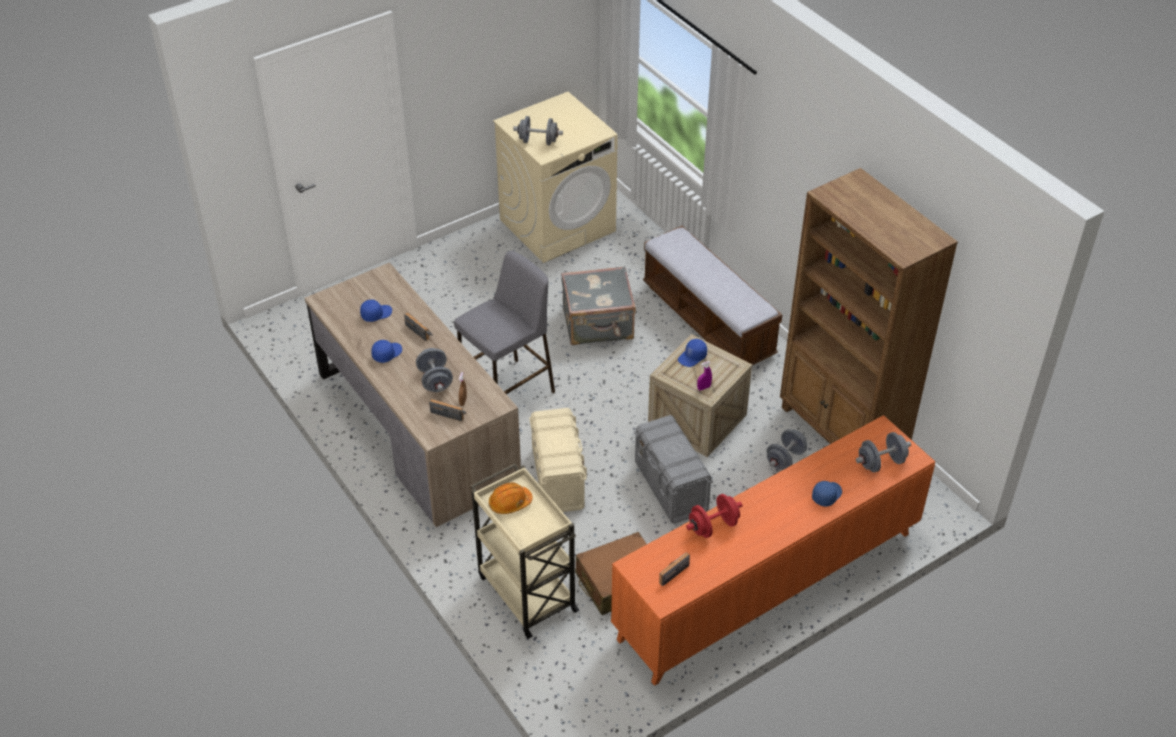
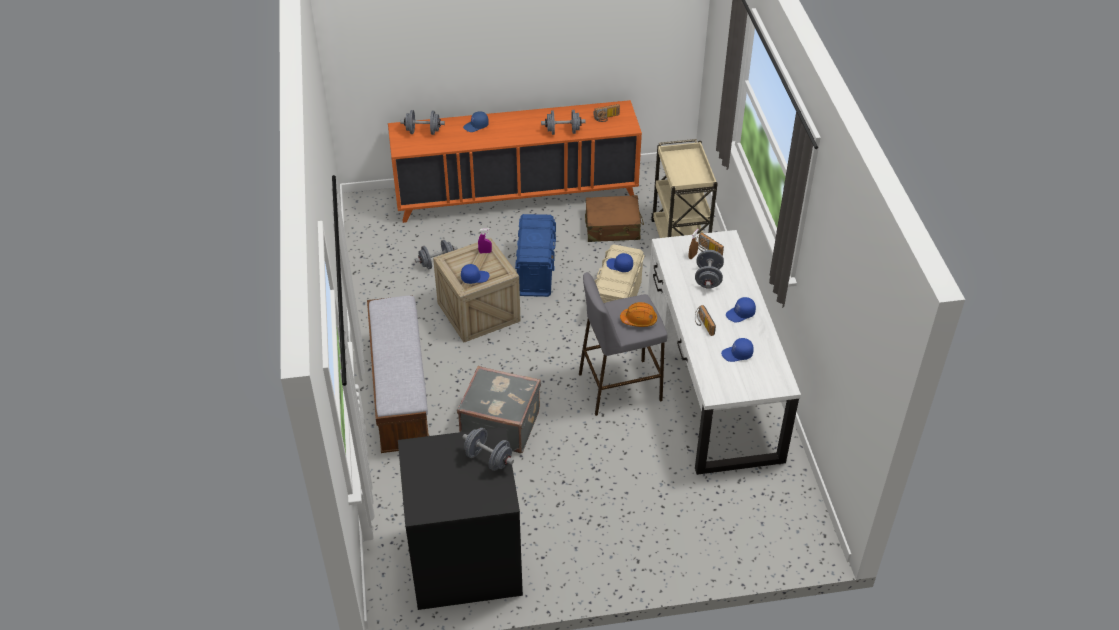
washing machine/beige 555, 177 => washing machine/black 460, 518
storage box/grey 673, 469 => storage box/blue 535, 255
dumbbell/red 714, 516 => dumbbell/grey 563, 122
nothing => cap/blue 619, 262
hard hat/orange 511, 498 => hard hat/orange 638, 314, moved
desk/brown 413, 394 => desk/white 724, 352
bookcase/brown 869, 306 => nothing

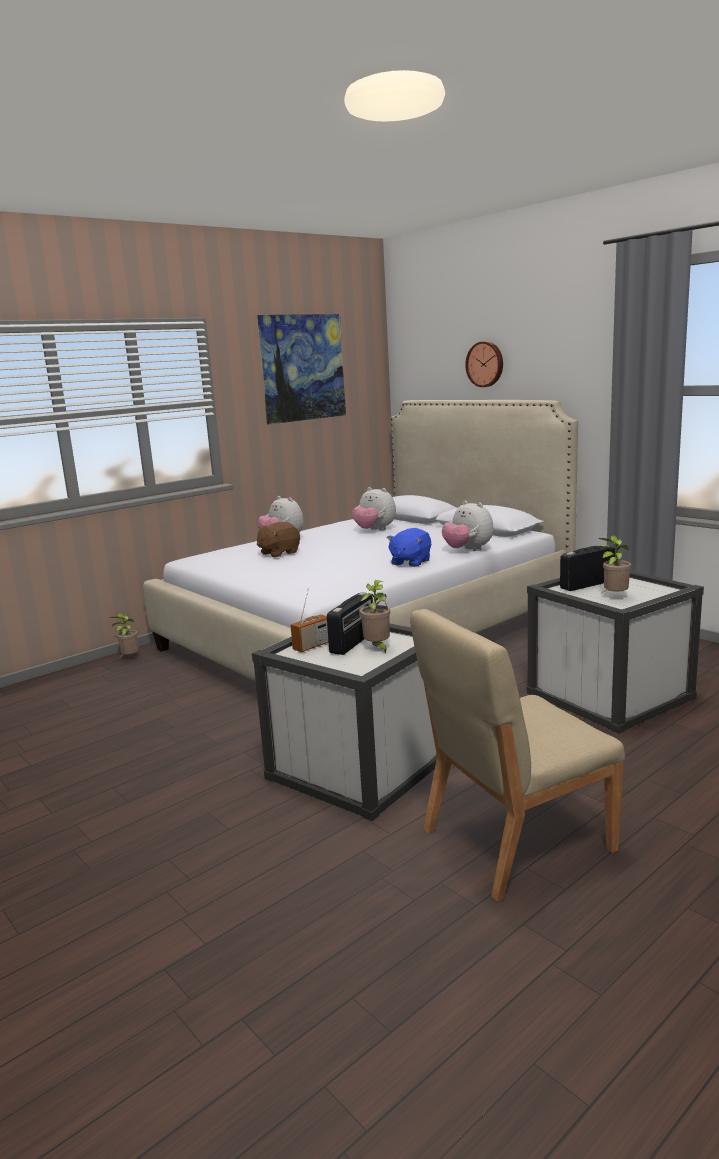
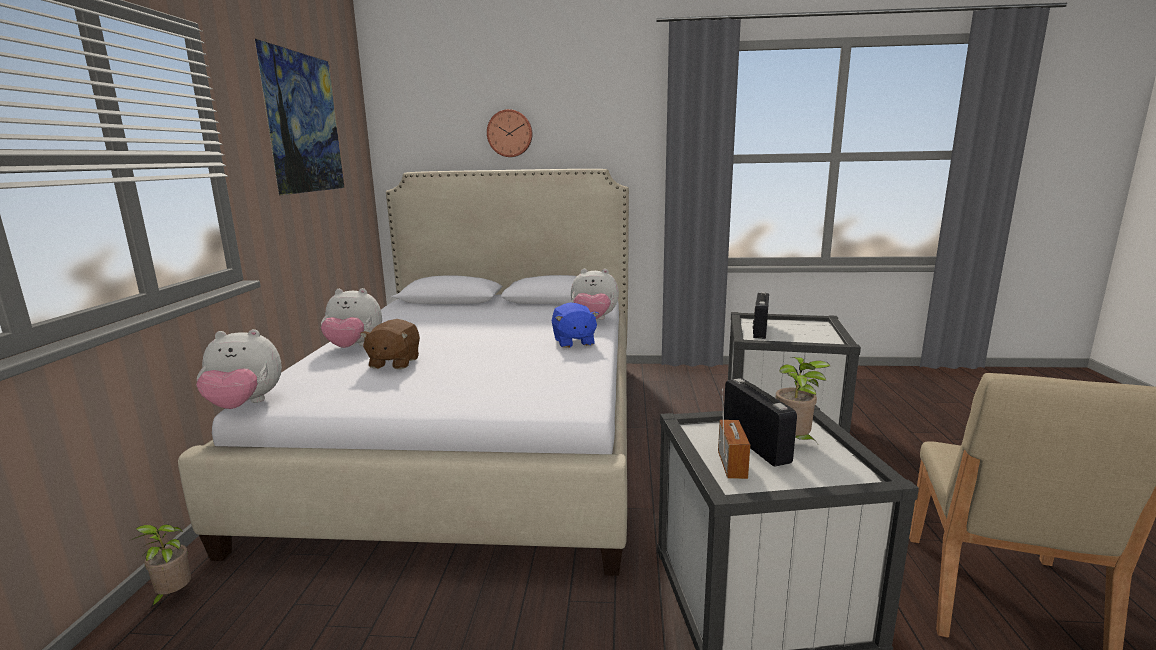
plush toy 374, 508 => plush toy 239, 369, moved
potted plant 615, 564 => nothing

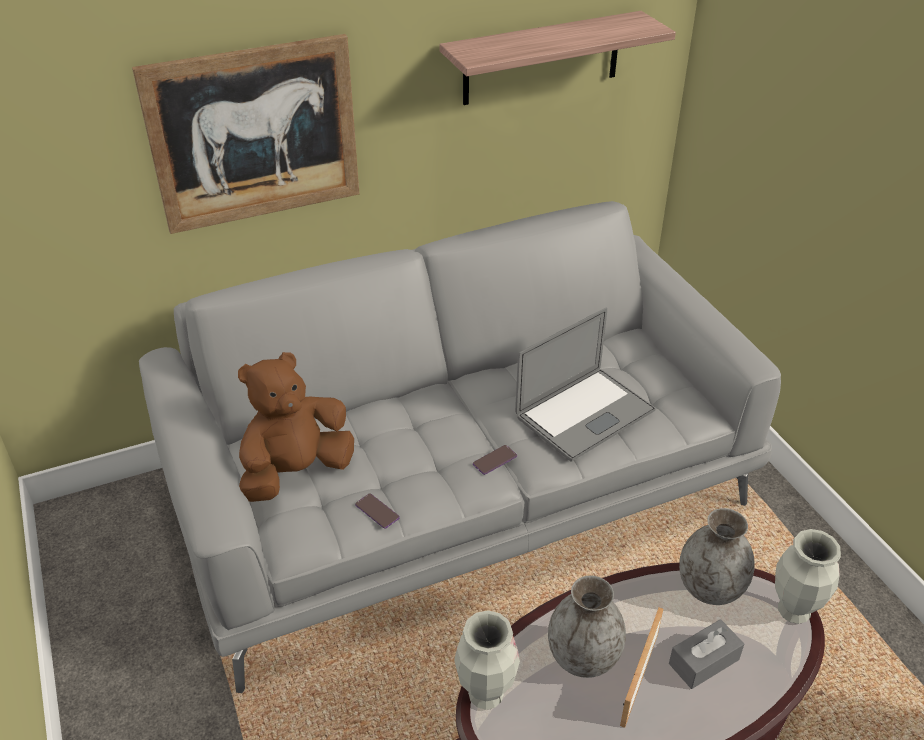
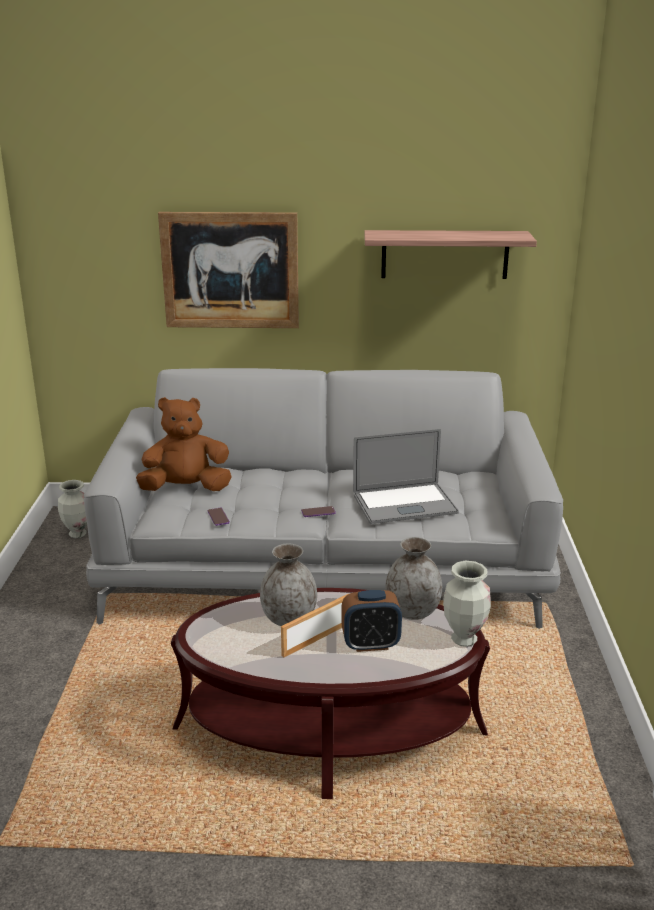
vase 487, 660 => vase 72, 509, moved
tissue box/grey 706, 654 => alarm clock 371, 621

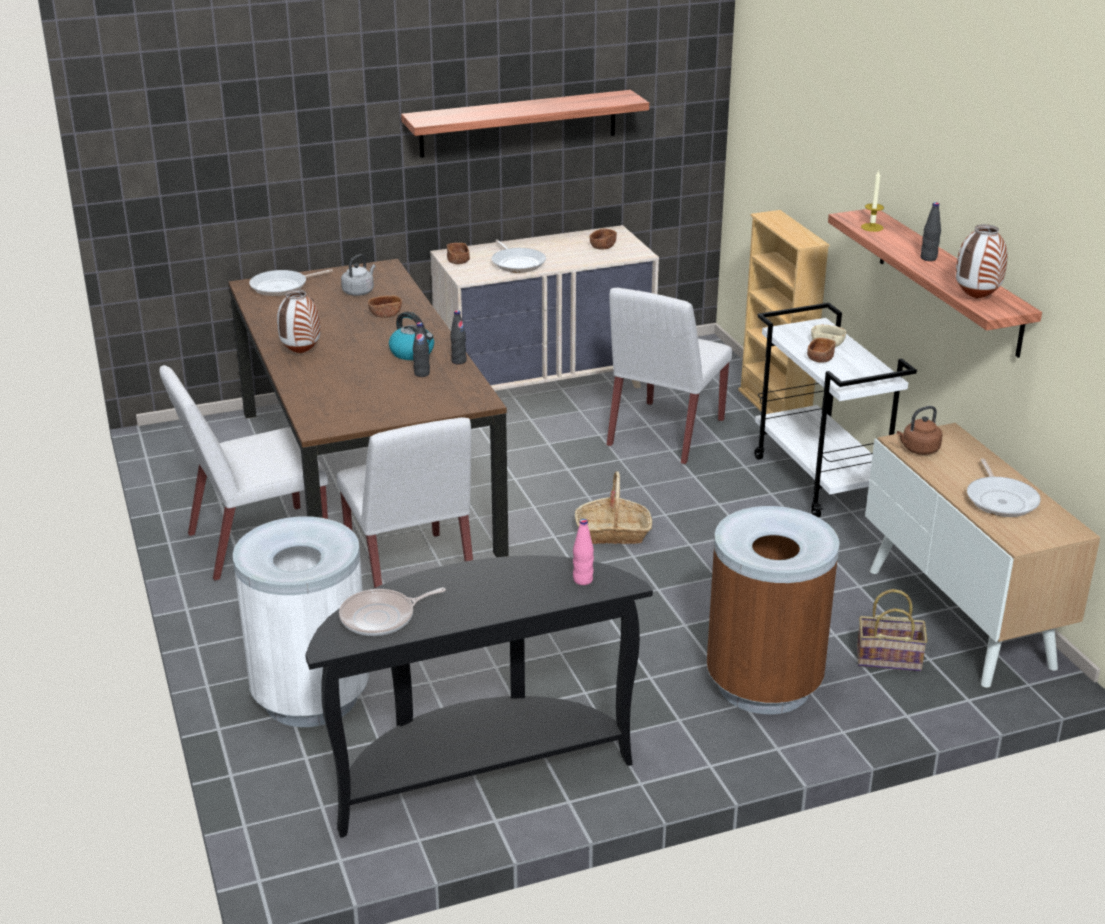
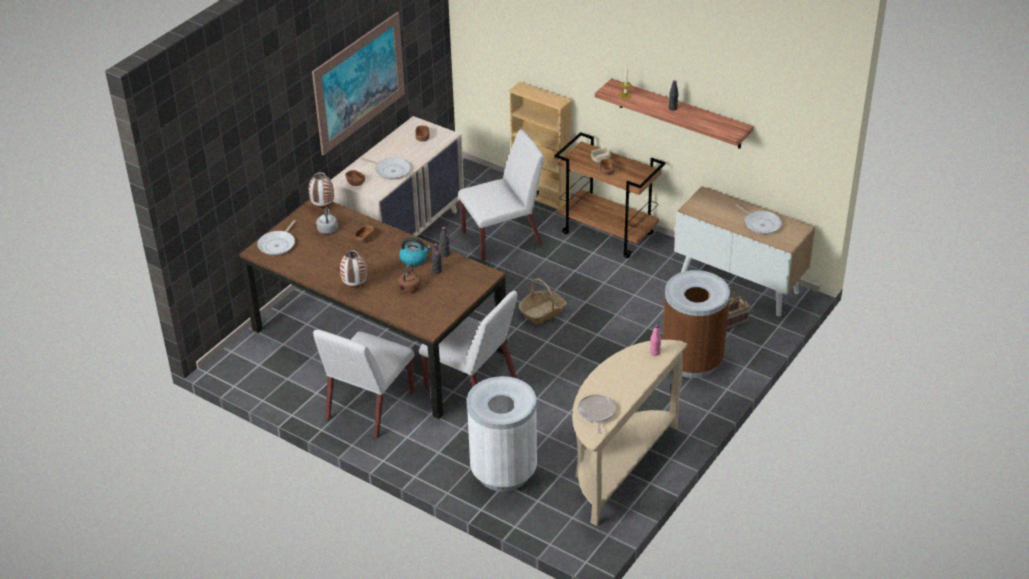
vase 981, 261 => vase 321, 190, moved
shelf 525, 124 => picture 358, 83
kettle/brown 920, 430 => kettle/brown 409, 278, moved
chair/white 669, 376 => chair/white 501, 195, 105 degrees counterclockwise
cart/white 835, 410 => cart/brown 610, 195
console table/black 479, 696 => console table/beige 629, 433
frying pan 392, 612 => frying pan 597, 414, 150 degrees clockwise

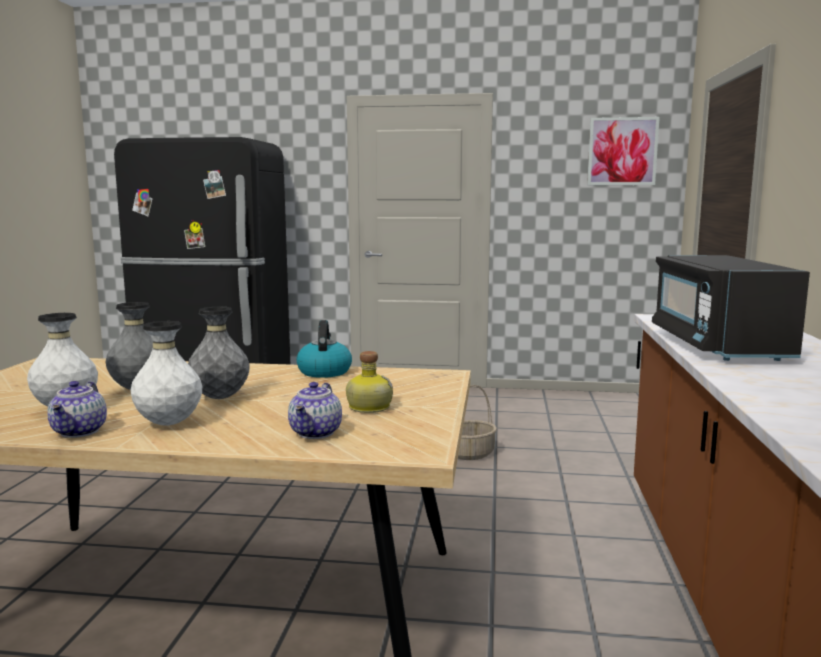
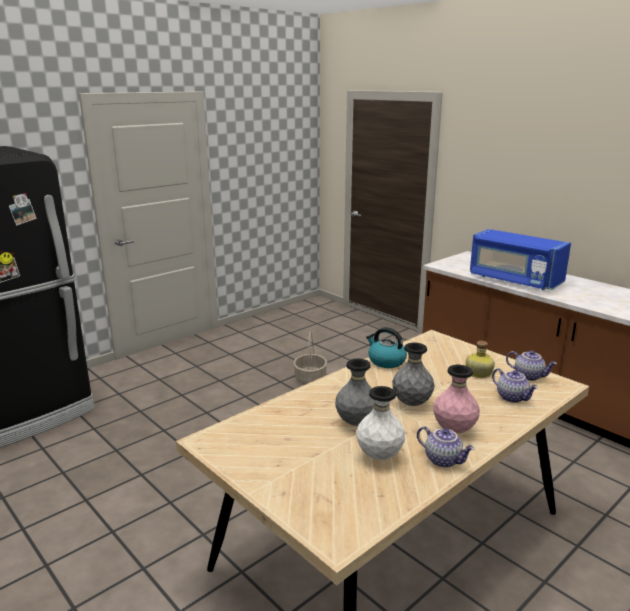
vase/white 166, 373 => vase/pink 456, 399
microwave/black 731, 308 => microwave/blue 520, 259
nothing => teapot 531, 365
picture 623, 151 => nothing

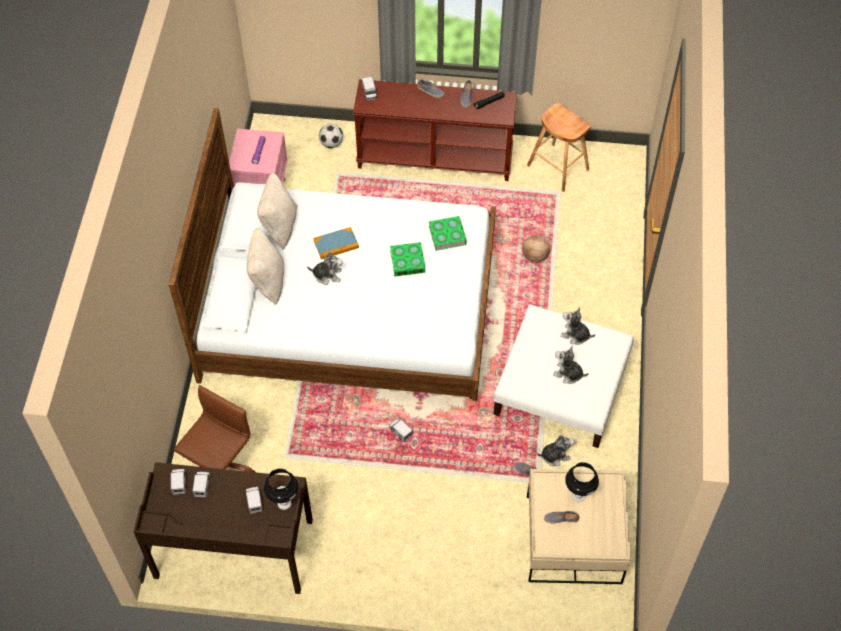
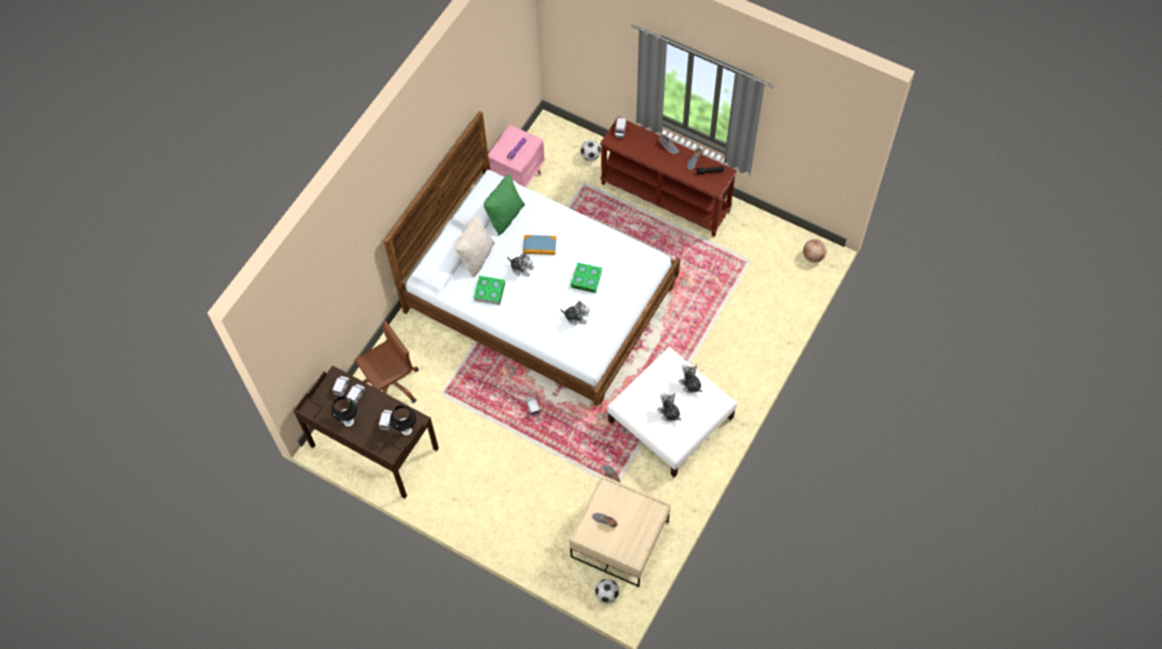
table lamp/black 582, 482 => table lamp/black 344, 411, moved
book 448, 233 => book 489, 290, moved
pillow/beige 277, 211 => pillow/green 504, 205
plush toy 555, 450 => plush toy 574, 313, moved
nothing => football 607, 591
basketball 536, 249 => basketball 815, 251, moved
stool/brown 559, 147 => nothing

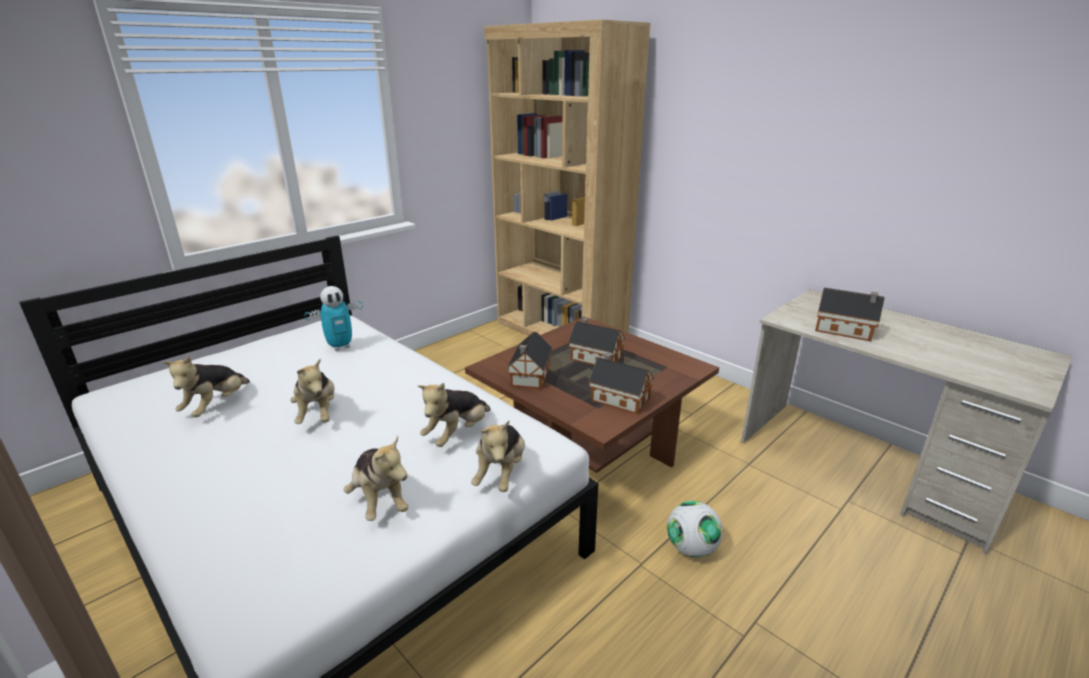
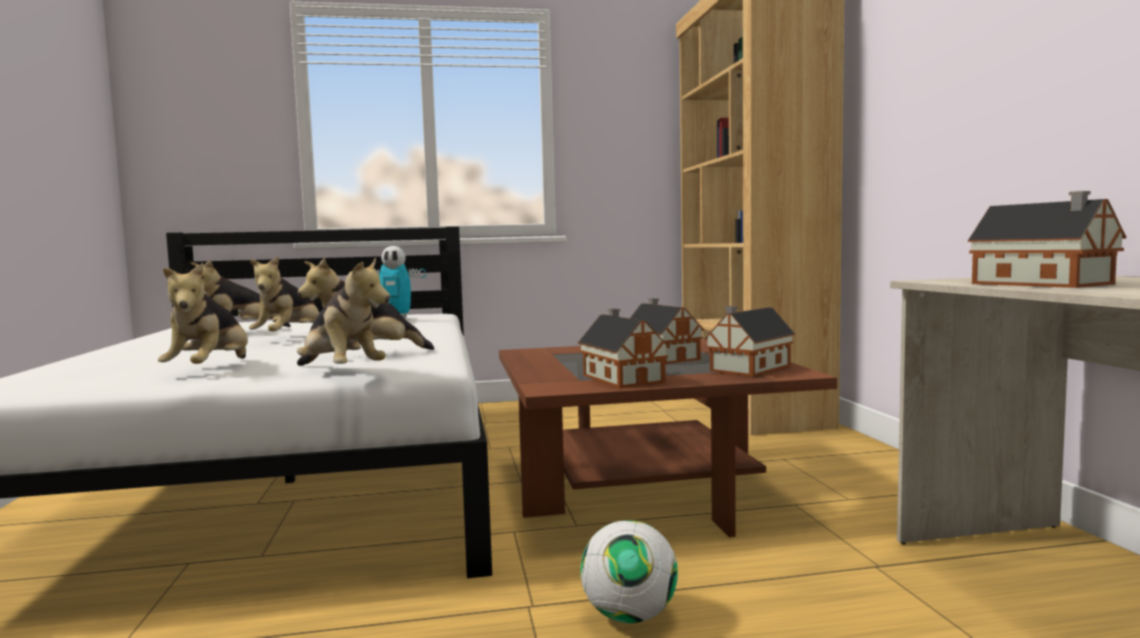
plush toy 498, 456 => plush toy 343, 311, 90 degrees counterclockwise
toy house 529, 360 => toy house 749, 341, moved

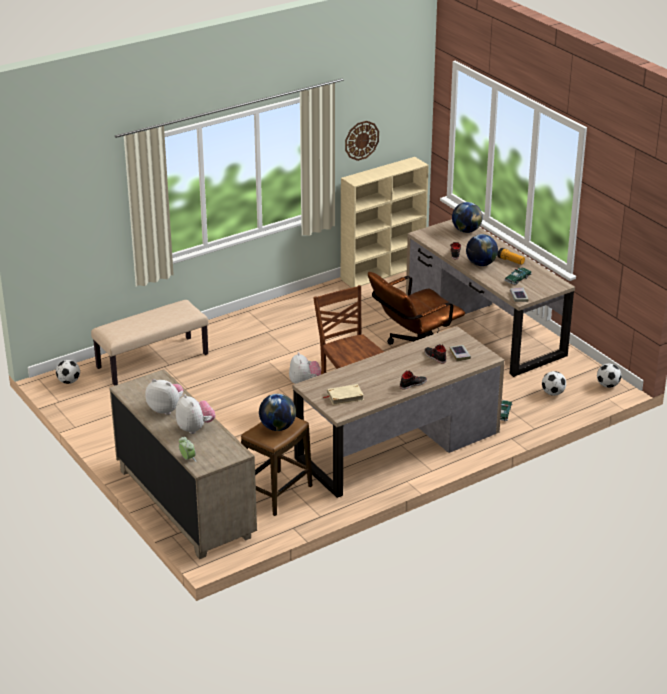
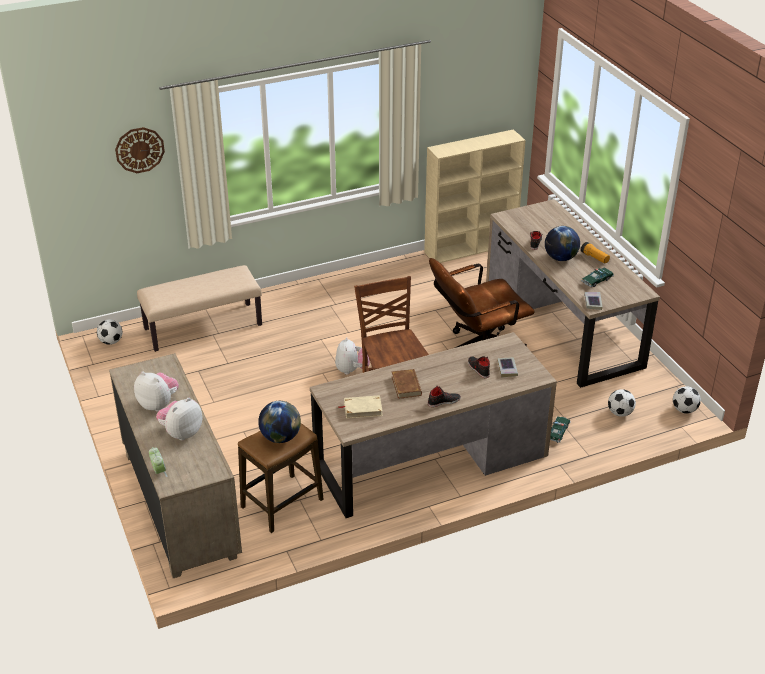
wall clock 362, 141 => wall clock 140, 150, moved
plush toy 195, 414 => plush toy 179, 419, 120 degrees counterclockwise
nothing => book/brown 407, 384
globe 467, 217 => nothing

